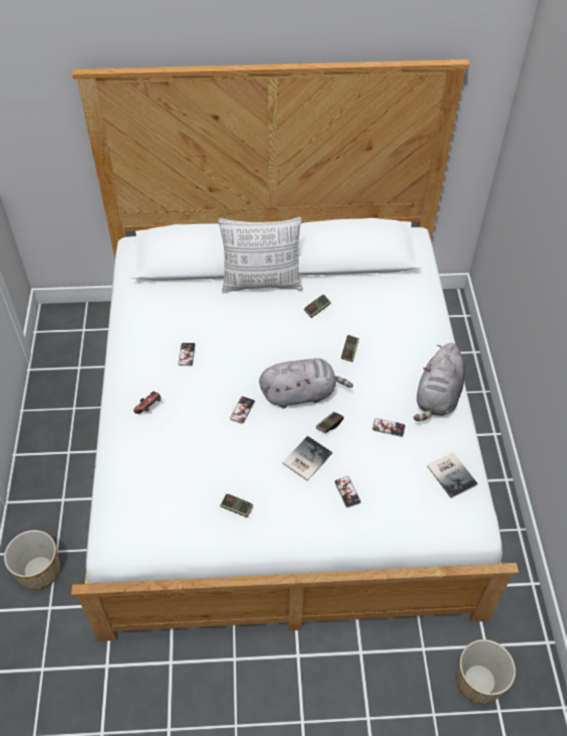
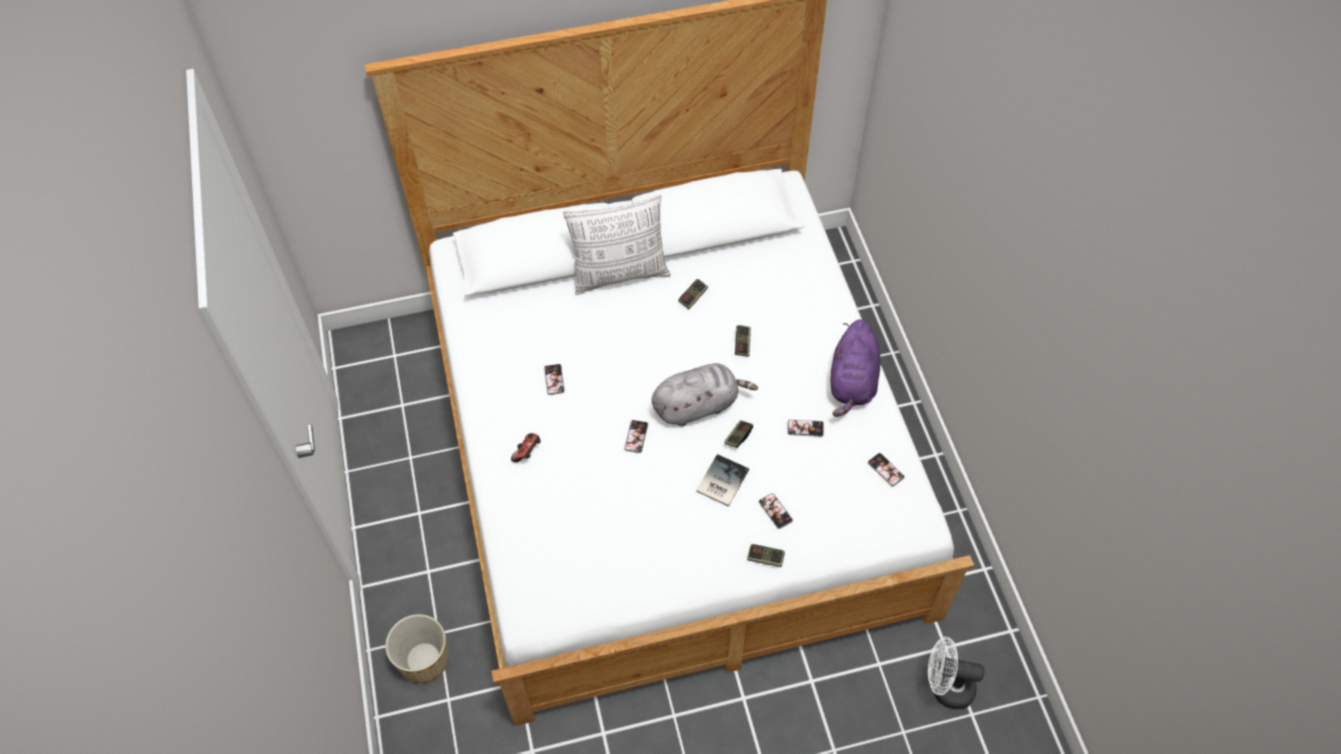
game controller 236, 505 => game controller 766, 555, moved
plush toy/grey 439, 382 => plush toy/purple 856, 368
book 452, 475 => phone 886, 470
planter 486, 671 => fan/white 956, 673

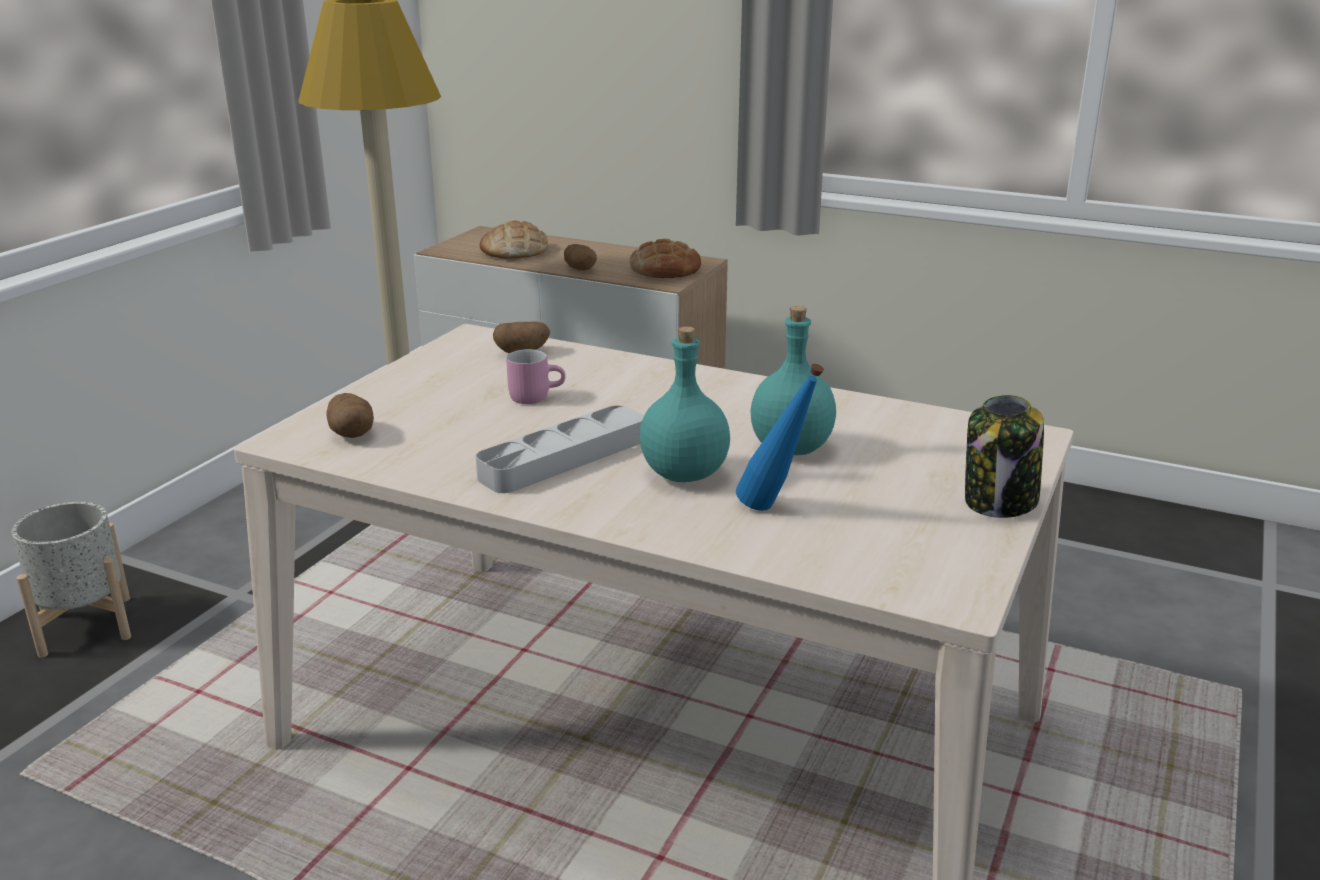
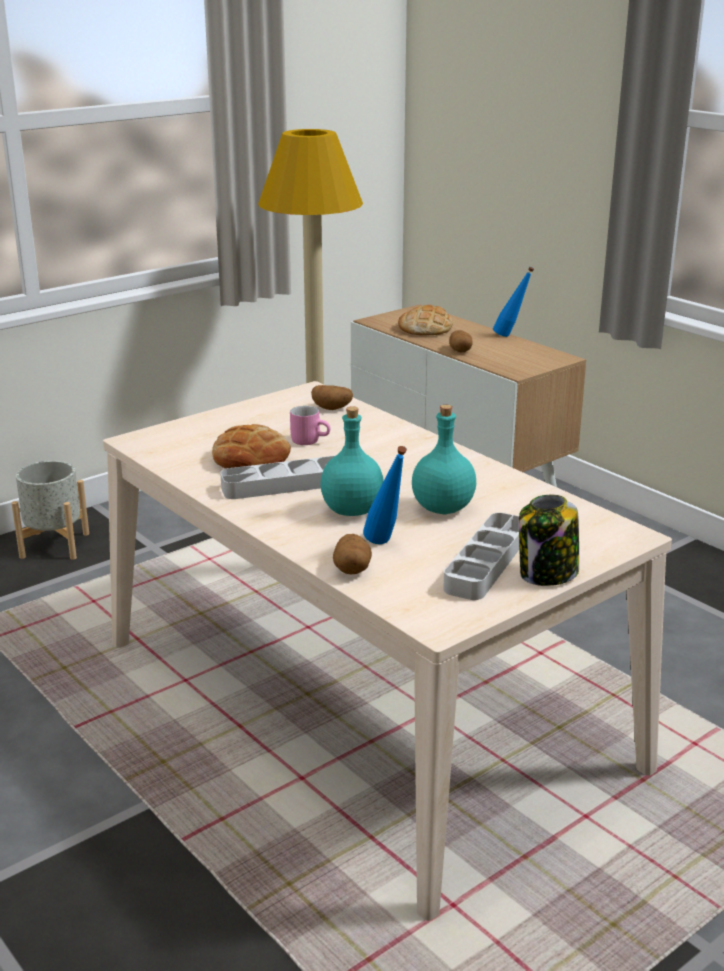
bread 665, 258 => bread 251, 446, moved
potato 350, 415 => potato 352, 554, moved
nothing => tray/grey 481, 556
nothing => bottle/blue 513, 302

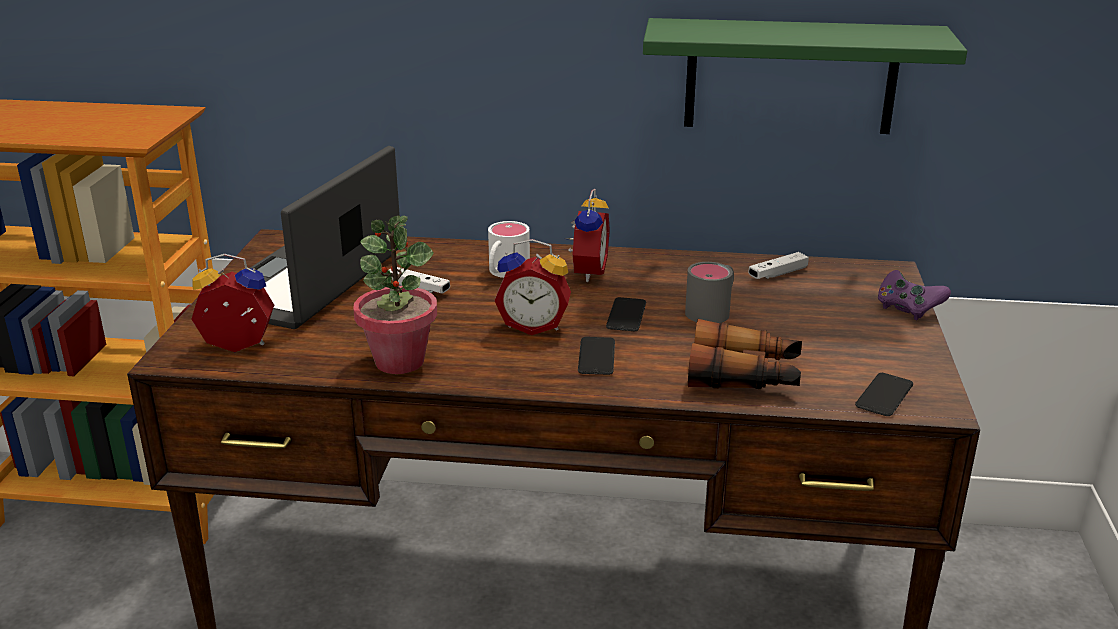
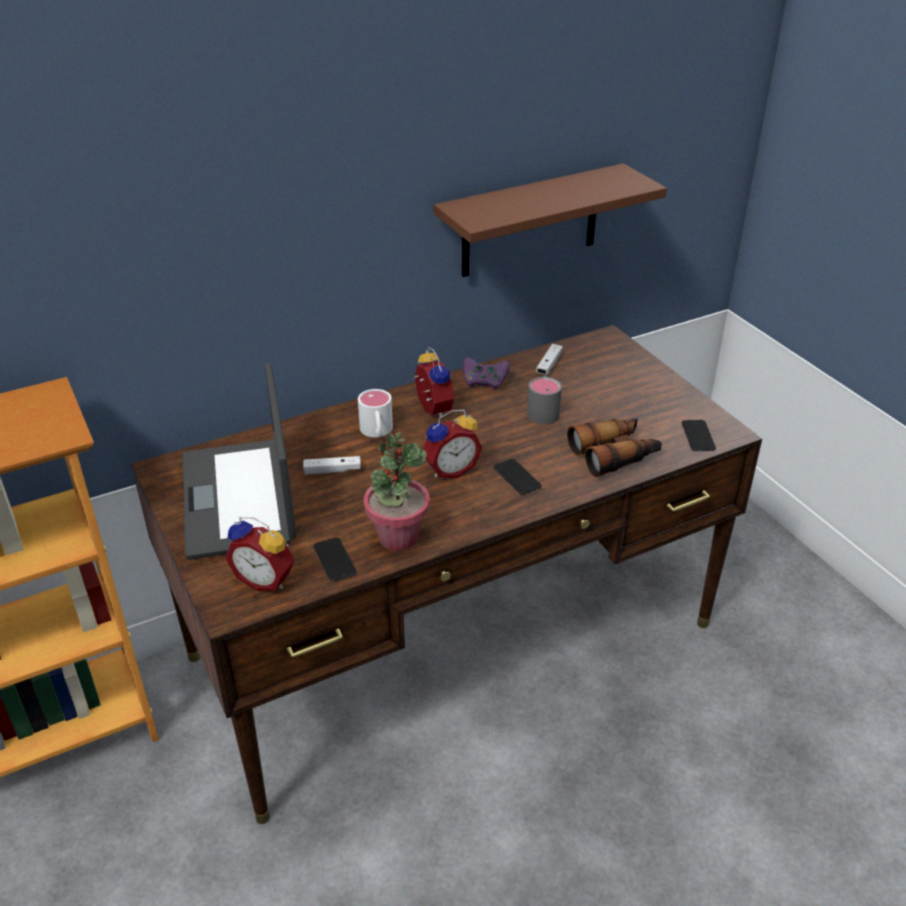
alarm clock 232, 303 => alarm clock 260, 554, 120 degrees counterclockwise
phone 626, 314 => phone 335, 559, moved
shelf/green 805, 76 => shelf/brown 550, 220
game controller/purple 914, 295 => game controller/purple 486, 373, moved

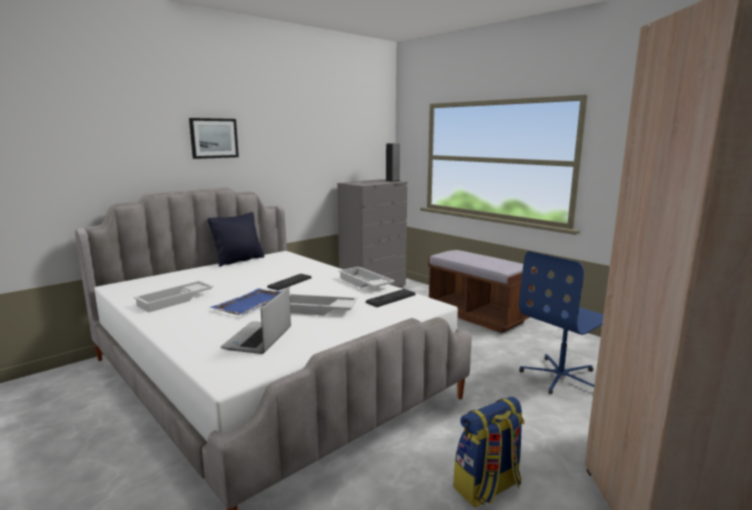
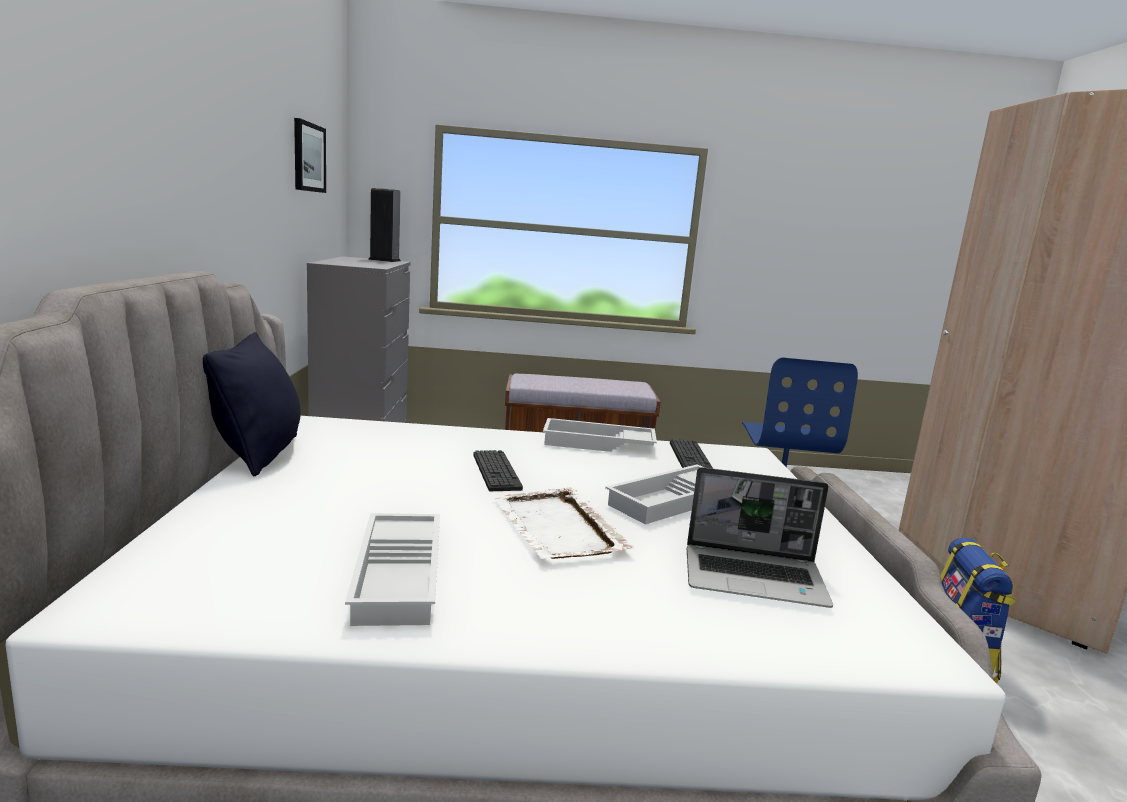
picture 214, 138 => picture 310, 155, moved
tray/blue 245, 301 => tray/white 564, 523
laptop 256, 320 => laptop 760, 537, 45 degrees counterclockwise

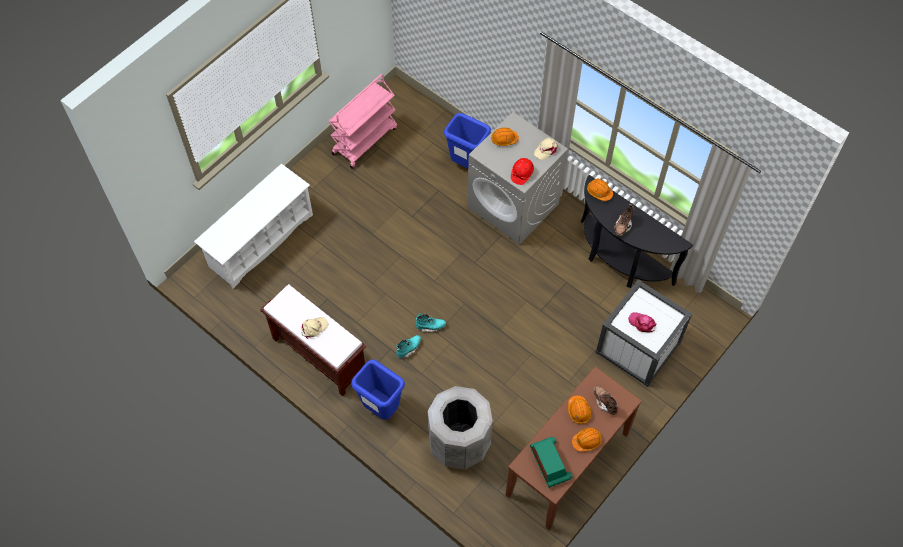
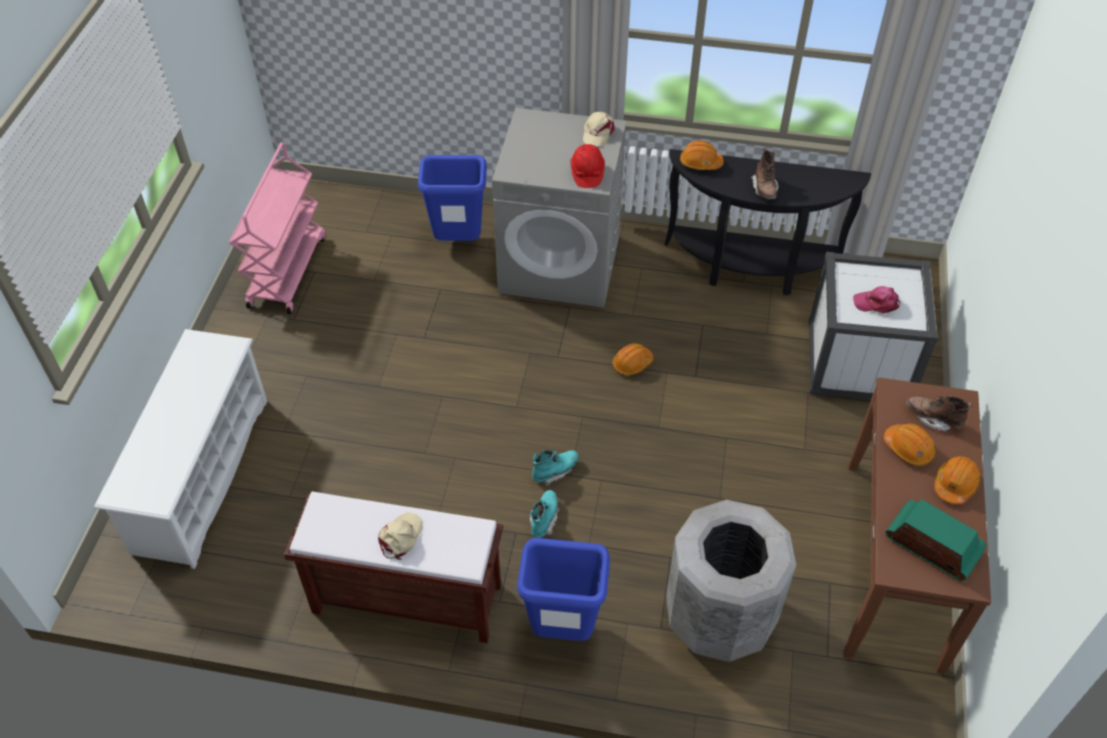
hard hat/orange 505, 137 => hard hat/orange 632, 359, moved

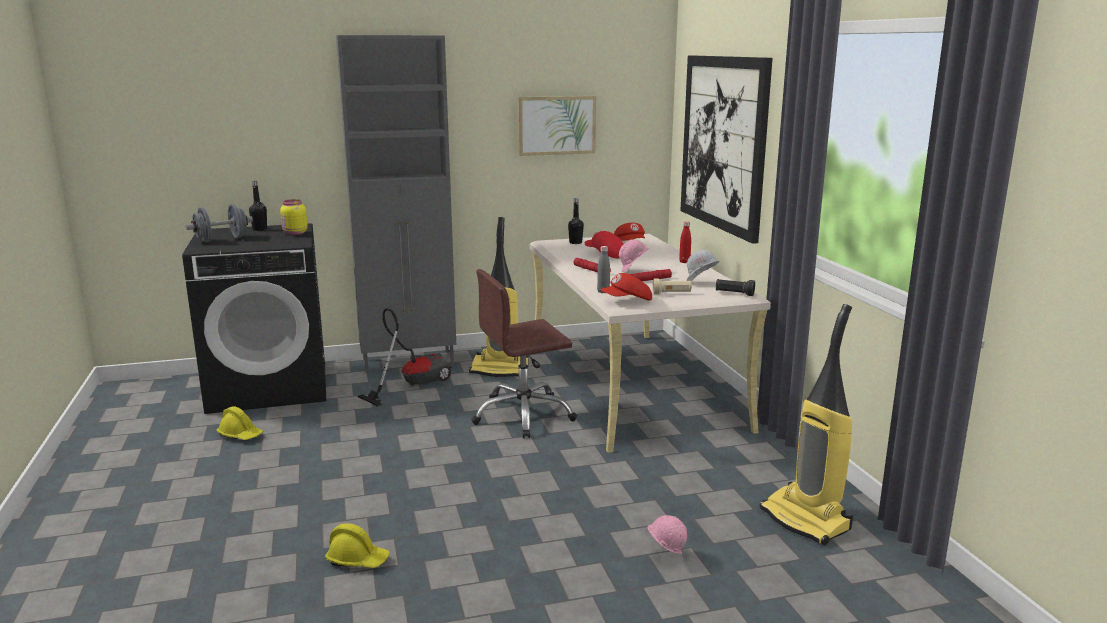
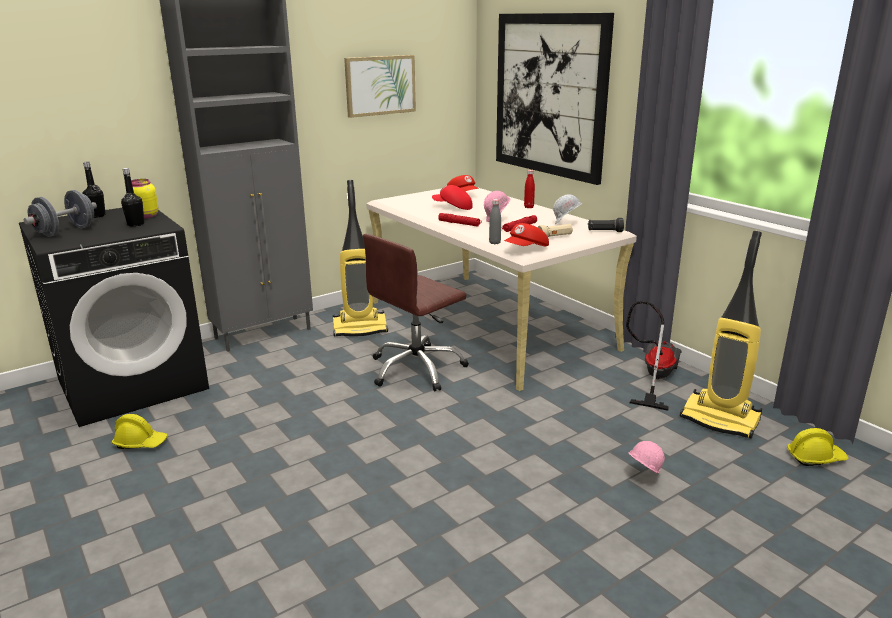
bottle/black 576, 221 => bottle/black 132, 197, moved
vacuum cleaner 405, 357 => vacuum cleaner 654, 356, moved
hard hat/yellow 357, 545 => hard hat/yellow 817, 447, moved

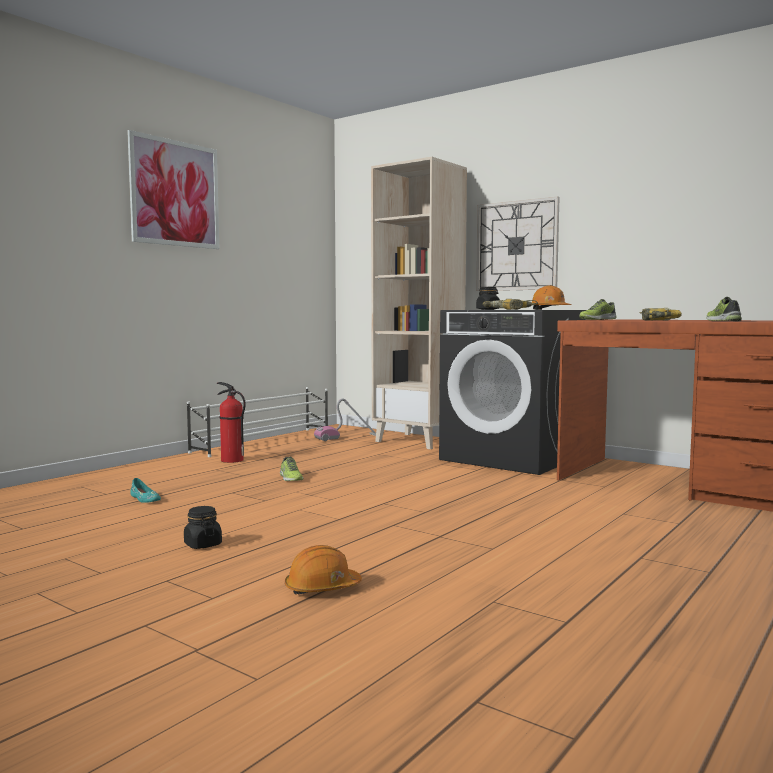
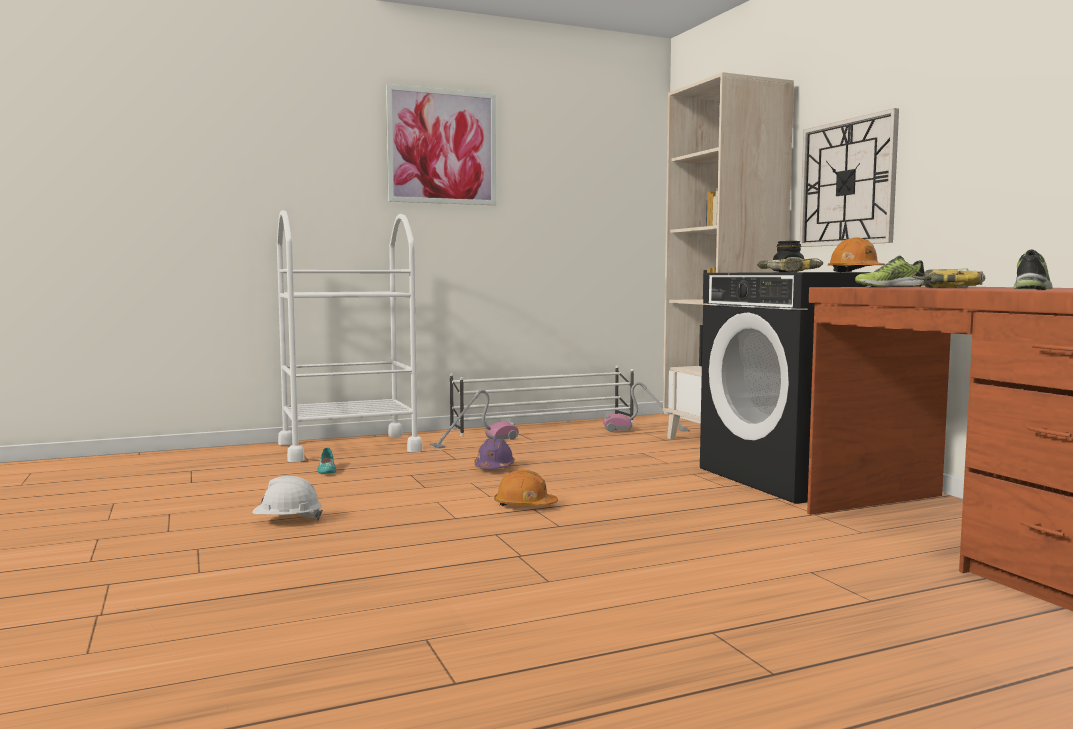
jar/black 203, 527 => hard hat/white 287, 498
nothing => cart/white 349, 336
fire extinguisher 231, 422 => vacuum cleaner 474, 419
shoe 291, 469 => hard hat/purple 494, 453
hard hat/orange 323, 570 => hard hat/orange 526, 488, moved

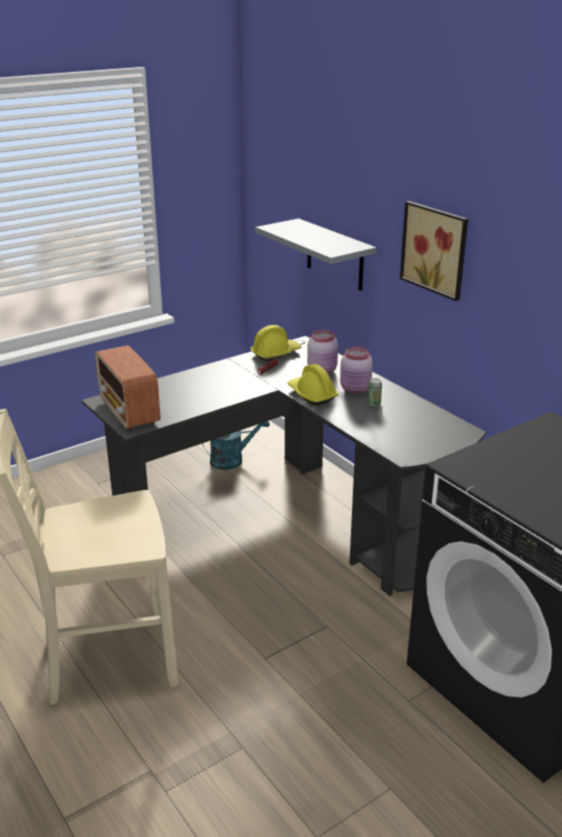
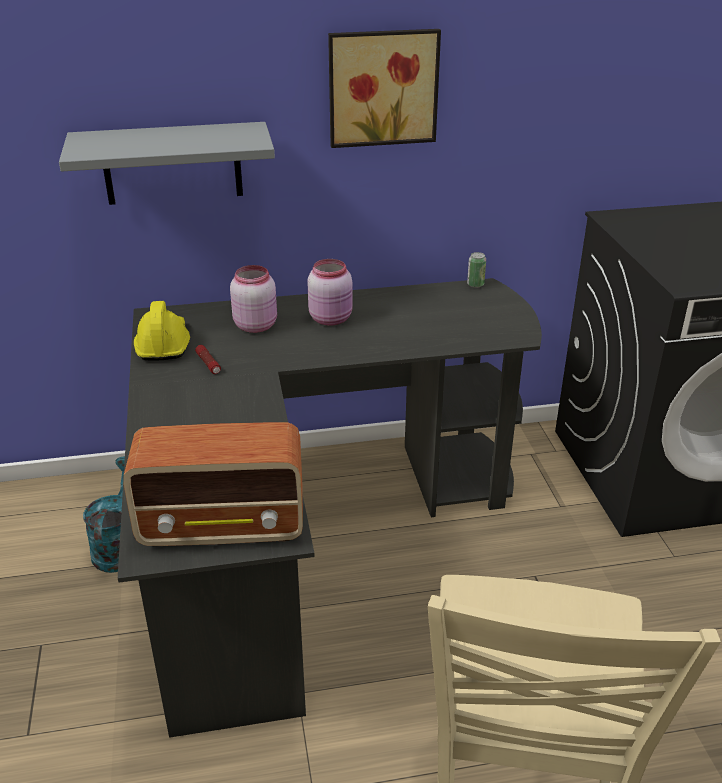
can 374, 392 => can 476, 270, moved
hard hat/yellow 313, 384 => nothing

